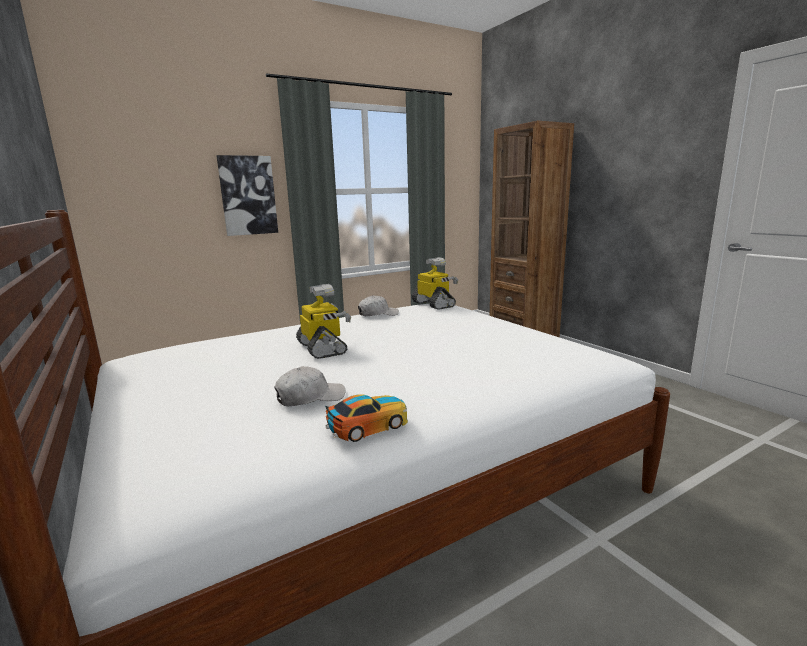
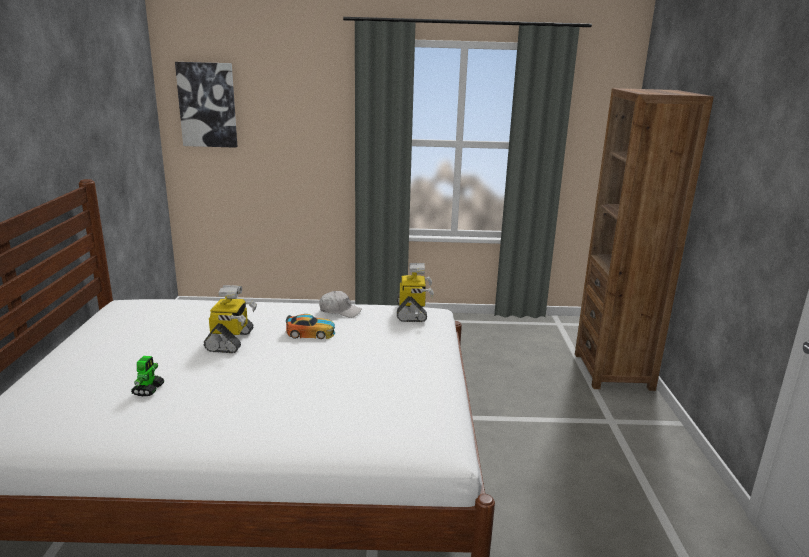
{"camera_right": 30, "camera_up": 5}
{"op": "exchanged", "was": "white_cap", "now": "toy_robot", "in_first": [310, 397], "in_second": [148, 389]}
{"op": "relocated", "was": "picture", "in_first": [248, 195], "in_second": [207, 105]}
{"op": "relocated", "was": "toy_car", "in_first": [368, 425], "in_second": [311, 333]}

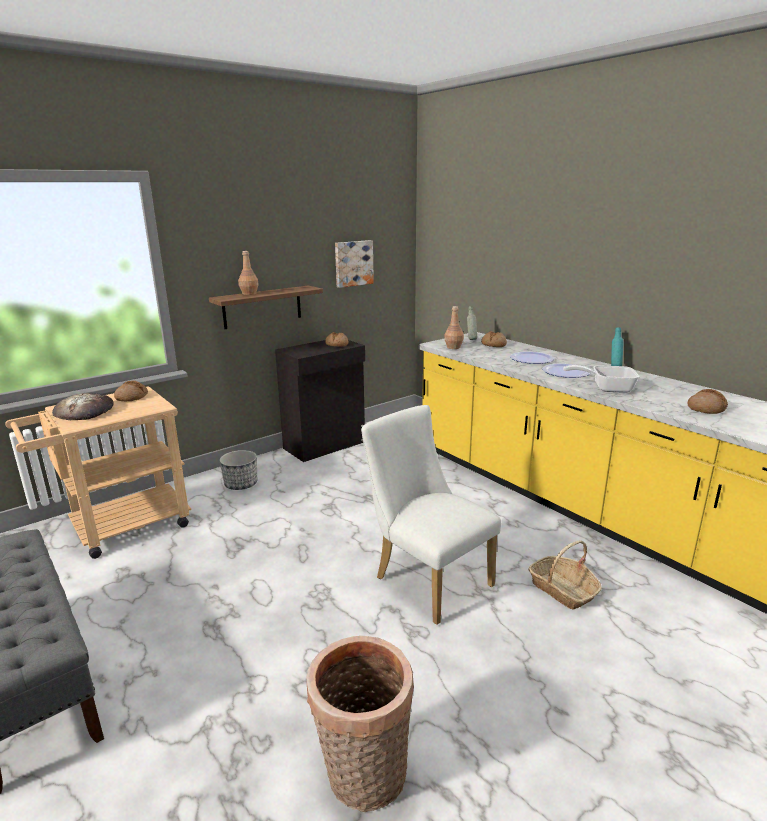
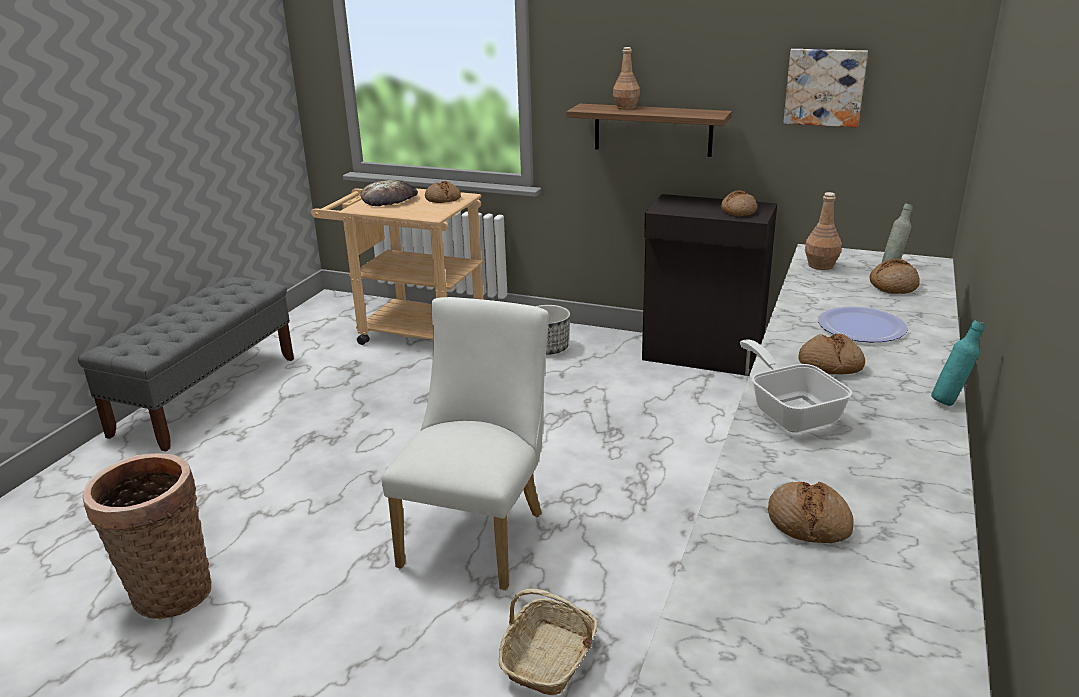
{"camera_right": 60, "camera_up": 5}
{"op": "exchanged", "was": "plate", "now": "bread", "in_first": [566, 372], "in_second": [830, 365]}

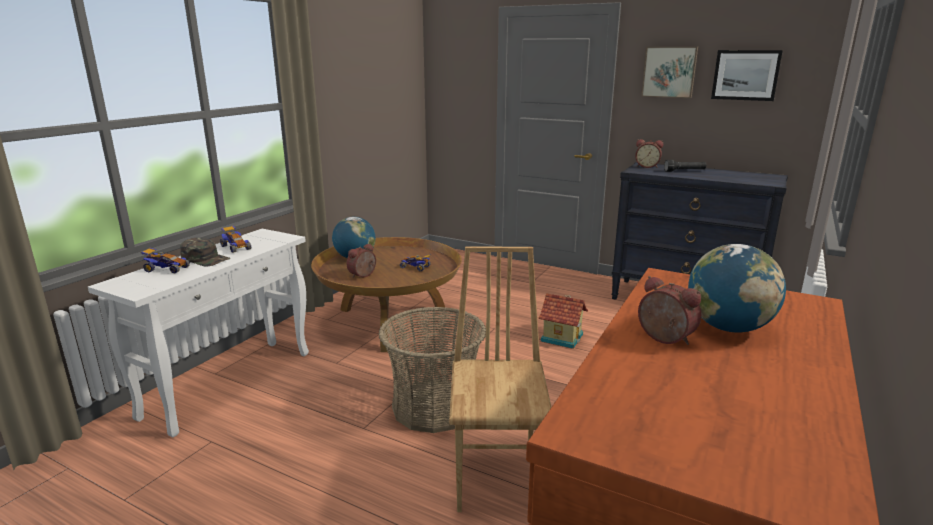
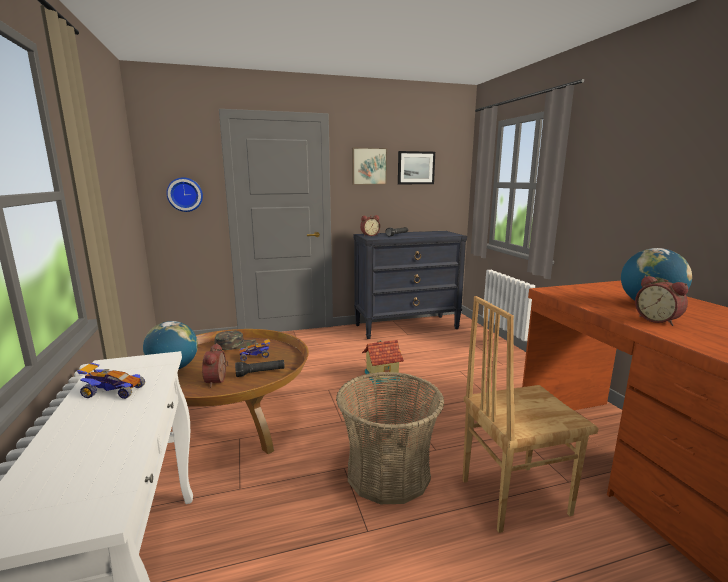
{"camera_right": -45, "camera_up": -5}
{"op": "appeared", "now": "wall_clock", "in_second": [185, 194]}
{"op": "relocated", "was": "green_cap", "in_first": [205, 259], "in_second": [235, 345]}
{"op": "appeared", "now": "black_flashlight", "in_second": [260, 373]}
{"op": "spun", "was": "brown_chair", "in_first": [498, 478], "in_second": [512, 496], "clockwise": -60}
{"op": "spun", "was": "alarm_clock", "in_first": [664, 339], "in_second": [658, 320], "clockwise": -120}
{"op": "missing", "was": "toy_car", "in_first": [166, 269]}

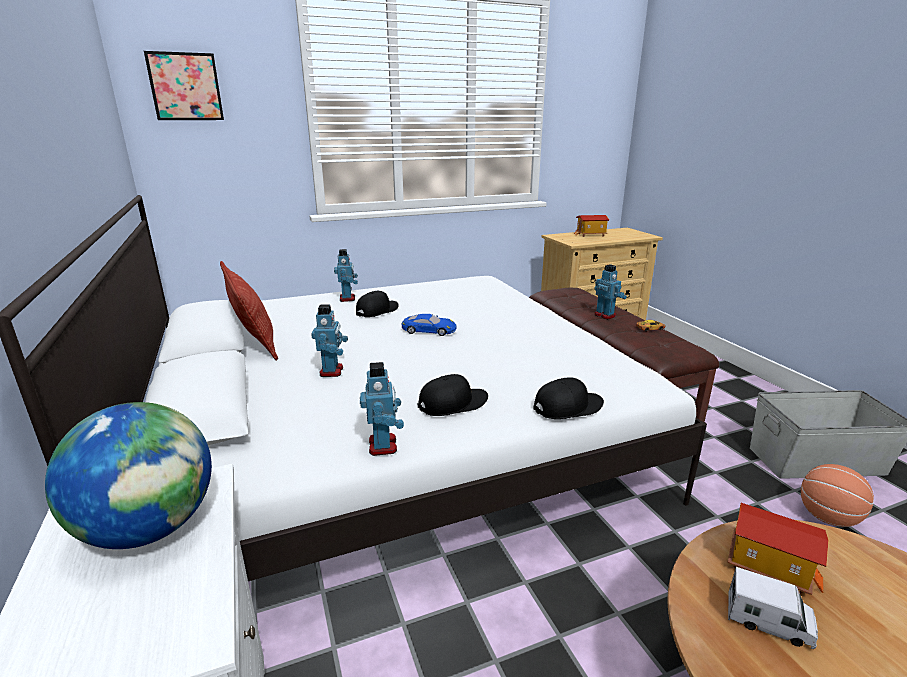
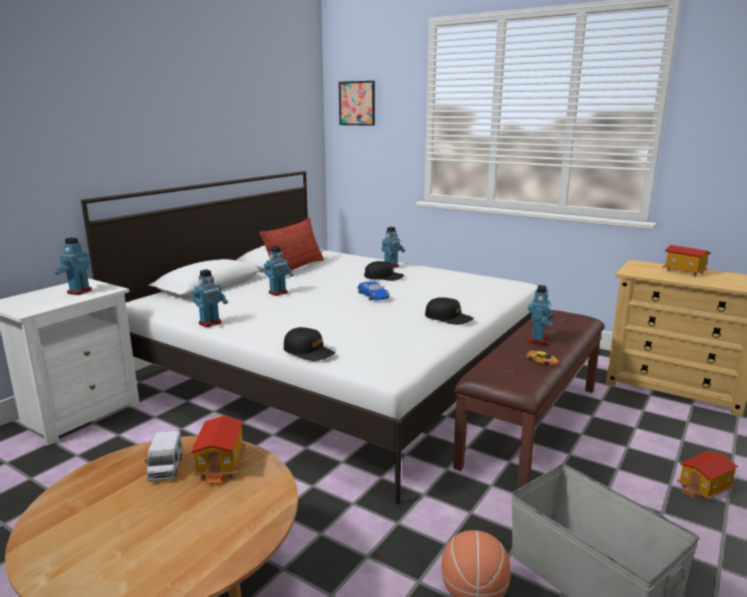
{"camera_right": 55, "camera_up": -5}
{"op": "exchanged", "was": "globe", "now": "toy_robot", "in_first": [150, 528], "in_second": [79, 291]}
{"op": "relocated", "was": "black_cap", "in_first": [453, 404], "in_second": [448, 318]}
{"op": "appeared", "now": "toy_house", "in_second": [704, 488]}

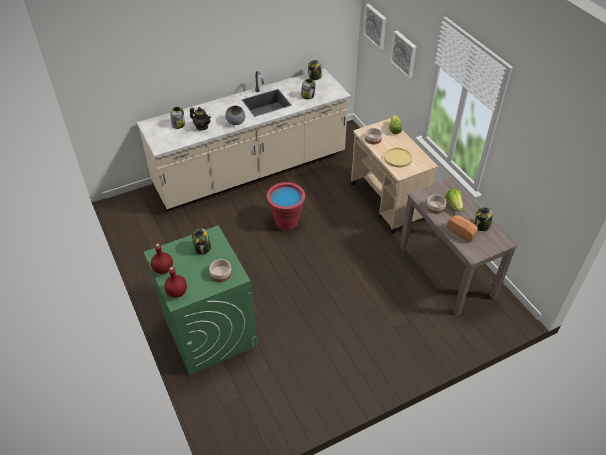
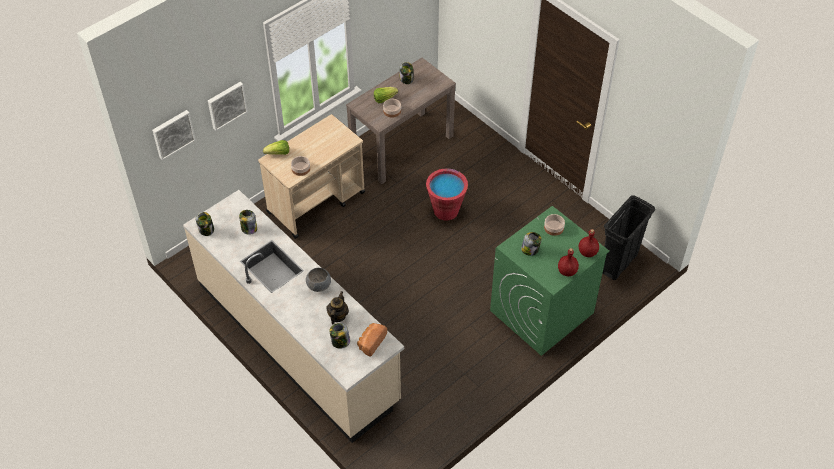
{"camera_right": -105, "camera_up": 5}
{"op": "relocated", "was": "bread", "in_first": [462, 232], "in_second": [371, 342]}
{"op": "relocated", "was": "red_bucket", "in_first": [286, 222], "in_second": [446, 210]}
{"op": "appeared", "now": "black_trash_can", "in_second": [618, 264]}
{"op": "missing", "was": "yellow_plate", "in_first": [398, 158]}

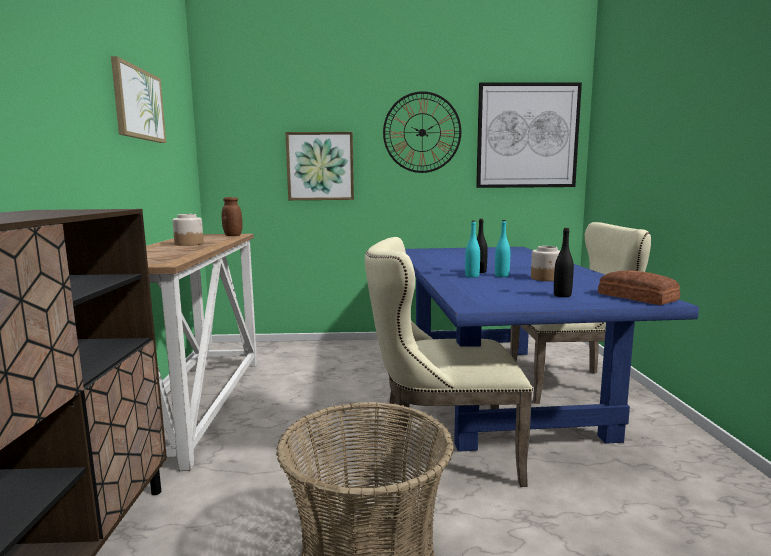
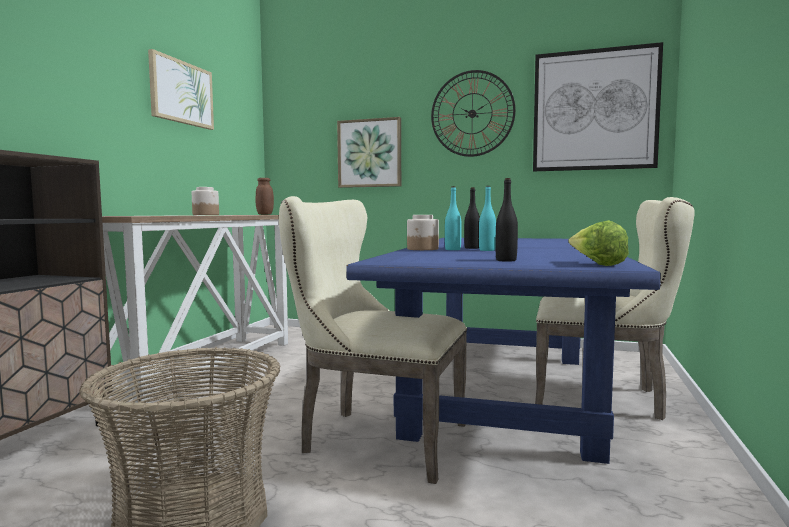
{"camera_right": 20, "camera_up": -5}
{"op": "relocated", "was": "jar", "in_first": [546, 278], "in_second": [422, 249]}
{"op": "exchanged", "was": "bread", "now": "lettuce", "in_first": [637, 297], "in_second": [596, 264]}

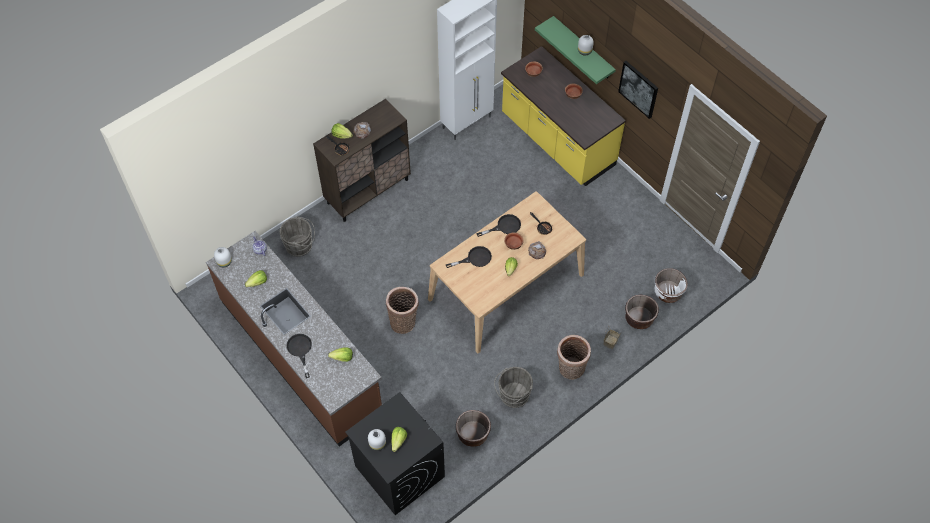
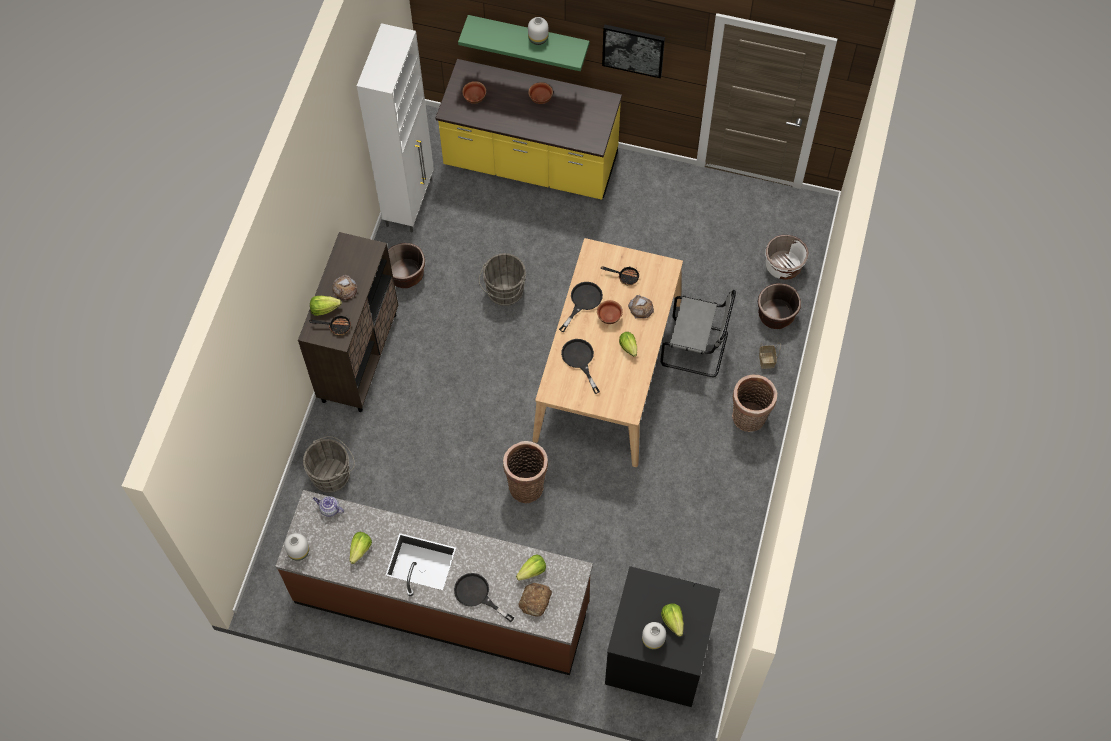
{"camera_right": -35, "camera_up": 5}
{"op": "relocated", "was": "brown_planter", "in_first": [473, 434], "in_second": [406, 274]}
{"op": "relocated", "was": "grey_bucket", "in_first": [512, 396], "in_second": [504, 292]}
{"op": "appeared", "now": "bread", "in_second": [535, 601]}
{"op": "spun", "was": "black_frying_pan", "in_first": [475, 258], "in_second": [580, 360], "clockwise": -60}
{"op": "appeared", "now": "grey_chair", "in_second": [697, 348]}

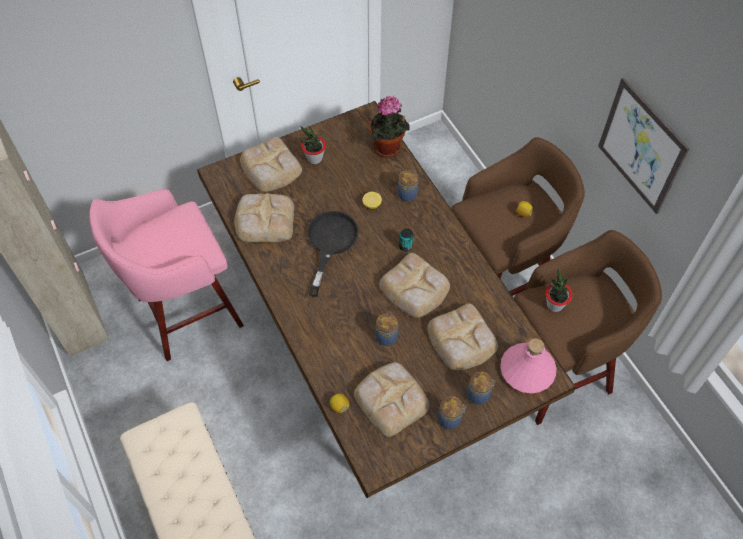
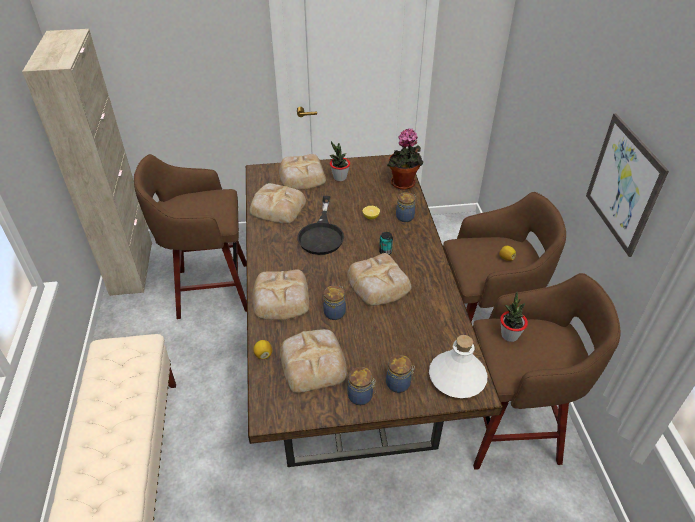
{"camera_right": 20, "camera_up": -15}
{"op": "colour", "was": "pink_stool", "now": "brown_stool", "in_first": [186, 313], "in_second": [210, 290]}
{"op": "relocated", "was": "bread", "in_first": [461, 340], "in_second": [280, 299]}
{"op": "spun", "was": "black_frying_pan", "in_first": [330, 243], "in_second": [322, 234], "clockwise": 150}
{"op": "colour", "was": "pink_bottle", "now": "white_bottle", "in_first": [527, 370], "in_second": [457, 377]}

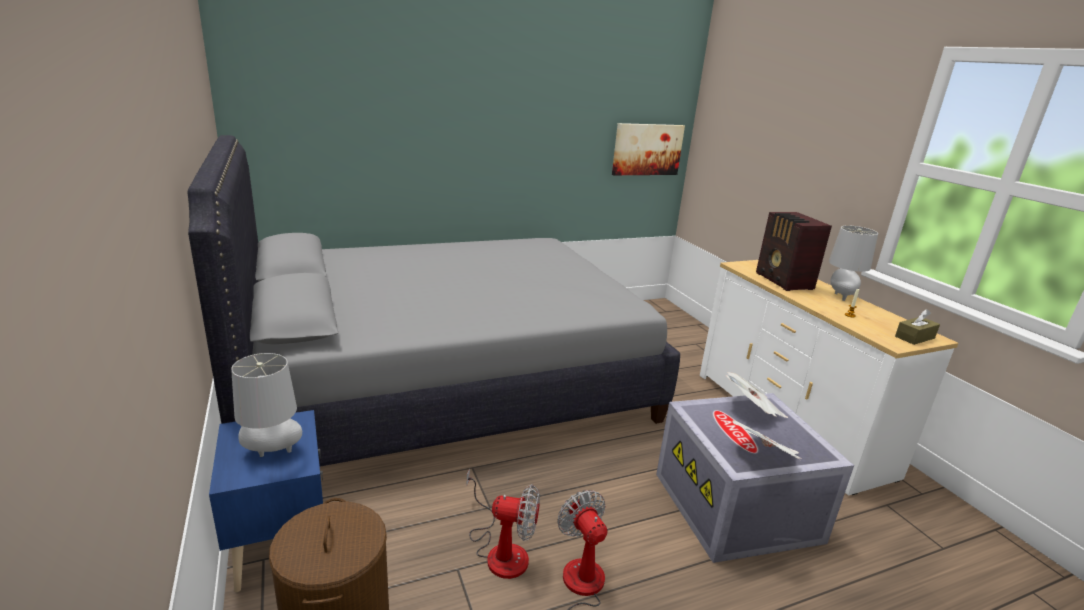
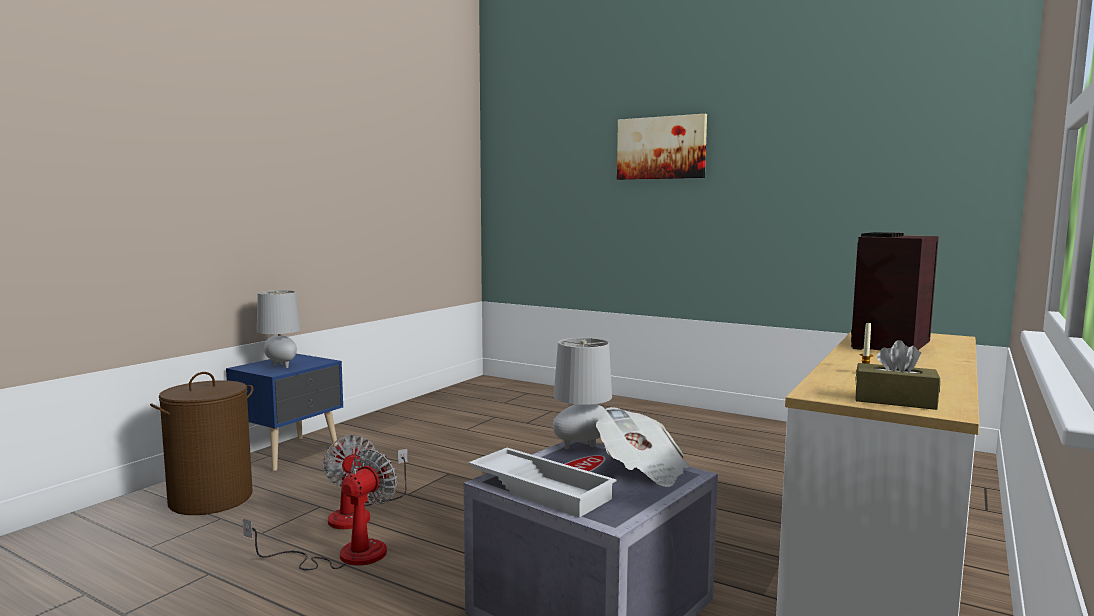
{"camera_right": 55, "camera_up": -15}
{"op": "exchanged", "was": "newspaper", "now": "white_tray", "in_first": [765, 456], "in_second": [542, 489]}
{"op": "relocated", "was": "grey_table_lamp", "in_first": [840, 296], "in_second": [582, 446]}
{"op": "relocated", "was": "picture", "in_first": [647, 149], "in_second": [661, 148]}
{"op": "missing", "was": "grey_bed", "in_first": [445, 383]}

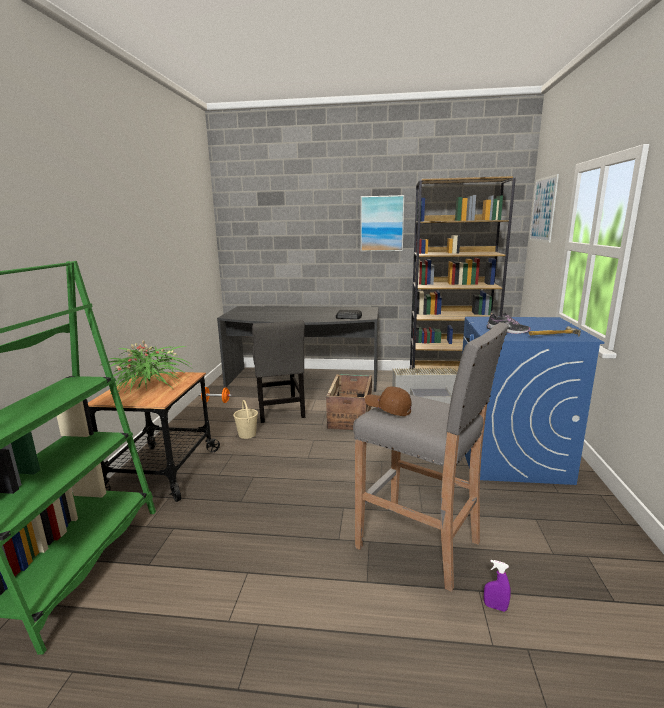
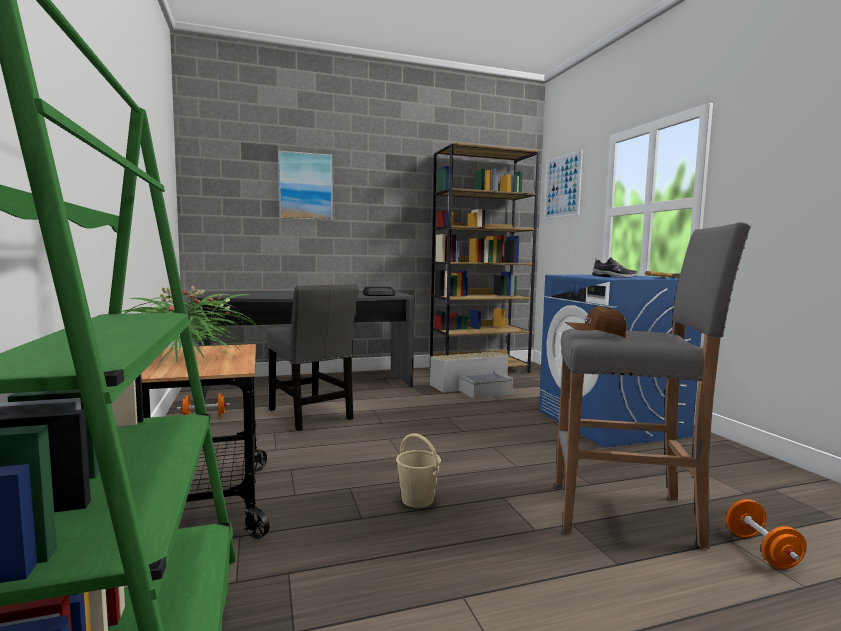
{"camera_right": -25, "camera_up": -10}
{"op": "relocated", "was": "picture", "in_first": [382, 223], "in_second": [305, 186]}
{"op": "relocated", "was": "beige_bucket", "in_first": [247, 435], "in_second": [418, 500]}
{"op": "exchanged", "was": "purple_spray_bottle", "now": "orange_dumbbell", "in_first": [495, 607], "in_second": [762, 551]}
{"op": "missing", "was": "crate", "in_first": [351, 416]}

